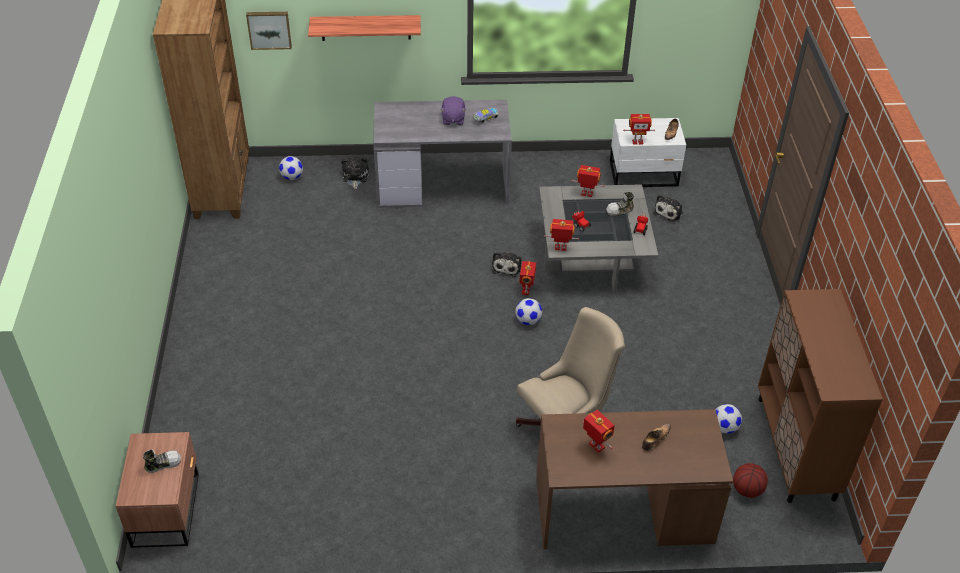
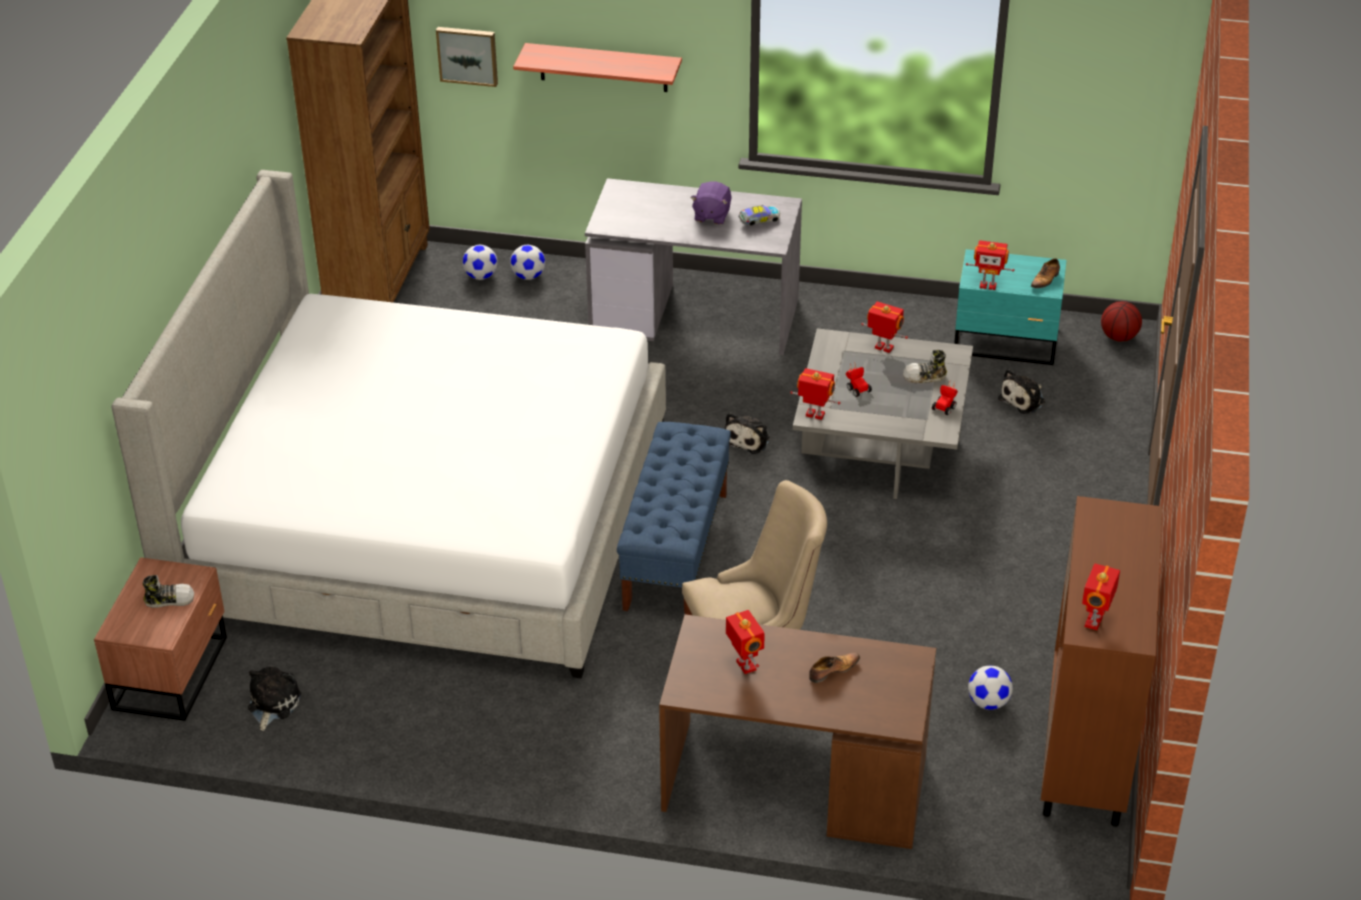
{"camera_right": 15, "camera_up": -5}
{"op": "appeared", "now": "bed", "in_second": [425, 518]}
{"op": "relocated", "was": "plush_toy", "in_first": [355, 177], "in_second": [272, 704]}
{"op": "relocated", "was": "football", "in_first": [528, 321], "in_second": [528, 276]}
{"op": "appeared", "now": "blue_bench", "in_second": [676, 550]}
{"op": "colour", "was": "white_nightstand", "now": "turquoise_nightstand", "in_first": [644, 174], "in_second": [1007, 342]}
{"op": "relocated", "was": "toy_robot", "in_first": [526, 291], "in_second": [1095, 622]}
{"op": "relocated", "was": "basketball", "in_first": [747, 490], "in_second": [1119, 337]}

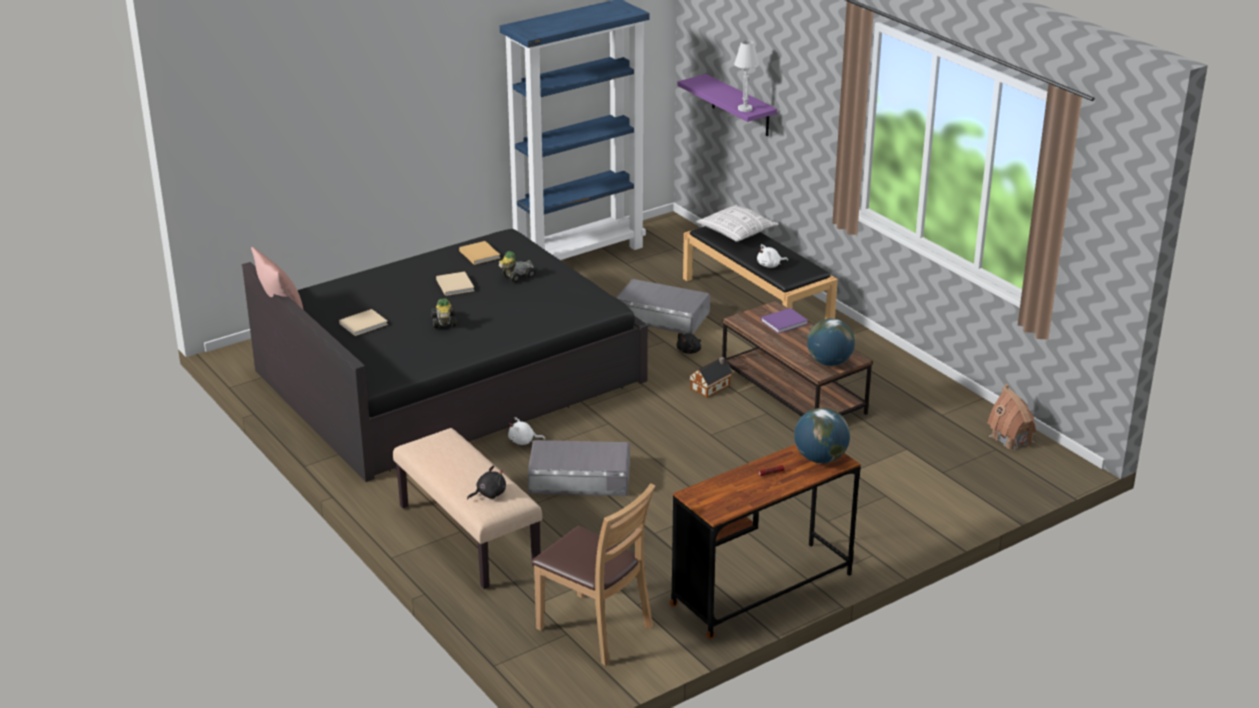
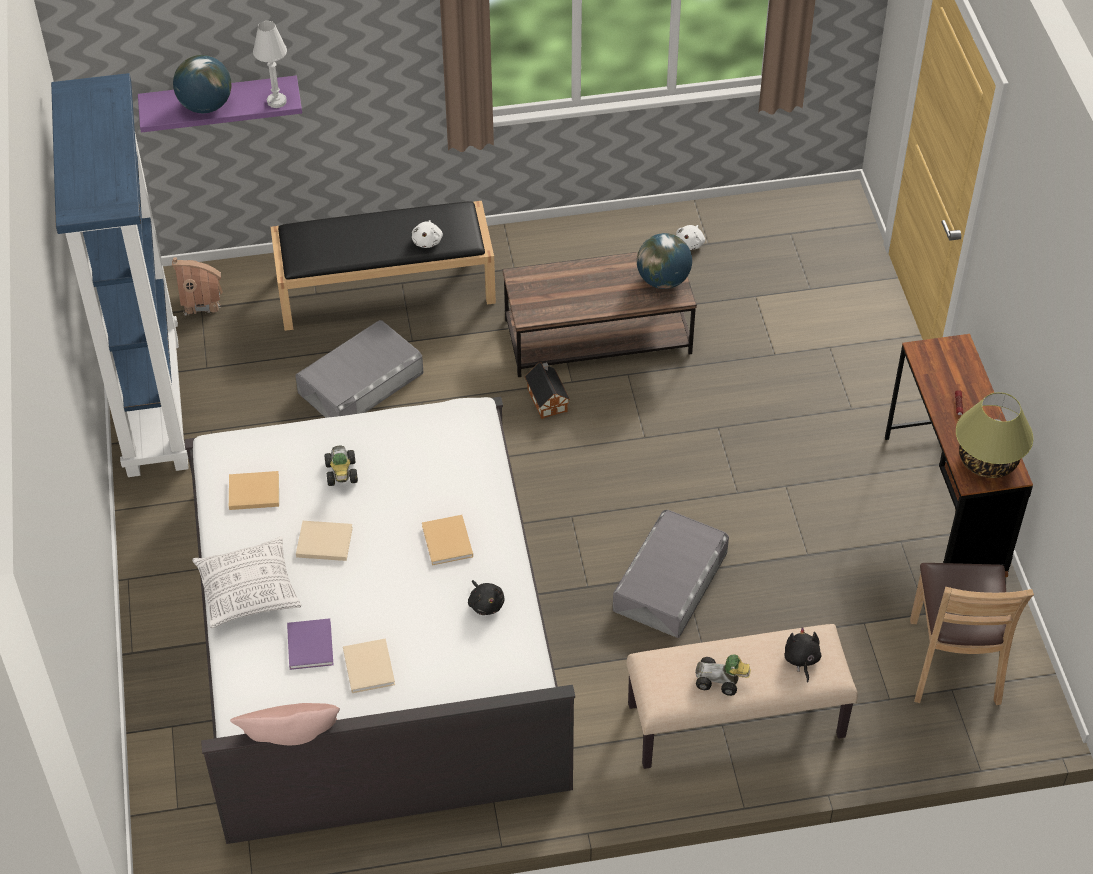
{"camera_right": -65, "camera_up": 20}
{"op": "relocated", "was": "toy_house", "in_first": [1011, 439], "in_second": [202, 301]}
{"op": "relocated", "was": "globe", "in_first": [820, 459], "in_second": [206, 106]}
{"op": "colour", "was": "black_bed", "now": "white_bed", "in_first": [449, 376], "in_second": [373, 634]}
{"op": "relocated", "was": "pillow", "in_first": [736, 232], "in_second": [248, 592]}
{"op": "relocated", "was": "purple_book", "in_first": [785, 322], "in_second": [310, 644]}
{"op": "appeared", "now": "beige_book", "in_second": [447, 543]}
{"op": "relocated", "was": "black_plush_toy", "in_first": [689, 351], "in_second": [486, 604]}
{"op": "relocated", "was": "white_plush_toy", "in_first": [523, 441], "in_second": [690, 243]}
{"op": "relocated", "was": "toy_car", "in_first": [443, 323], "in_second": [720, 682]}
{"op": "spun", "was": "brown_chair", "in_first": [595, 629], "in_second": [953, 663], "clockwise": 120}
{"op": "appeared", "now": "table_lamp", "in_second": [988, 460]}

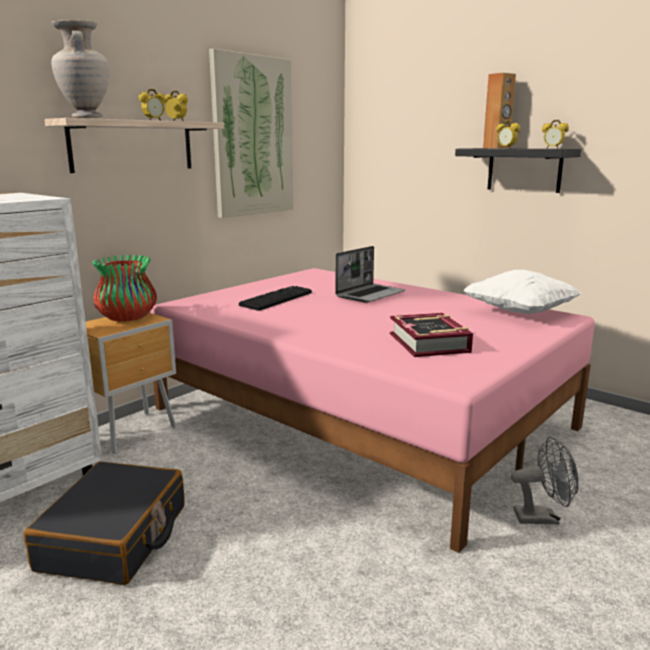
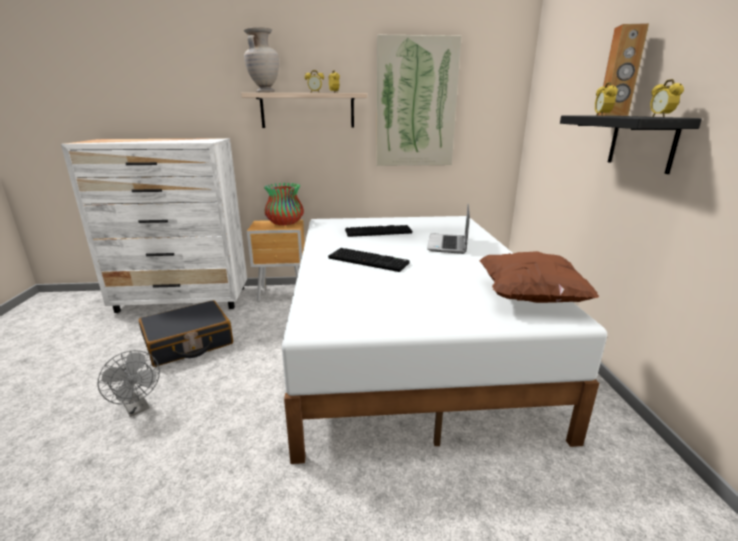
{"camera_right": 45, "camera_up": 5}
{"op": "relocated", "was": "grey_fan", "in_first": [542, 517], "in_second": [138, 408]}
{"op": "colour", "was": "pink_bed", "now": "white_bed", "in_first": [362, 417], "in_second": [407, 341]}
{"op": "appeared", "now": "keyboard", "in_second": [369, 260]}
{"op": "spun", "was": "laptop", "in_first": [370, 294], "in_second": [448, 245], "clockwise": 105}
{"op": "colour", "was": "white_pillow", "now": "brown_pillow", "in_first": [519, 312], "in_second": [530, 297]}
{"op": "missing", "was": "book", "in_first": [429, 343]}

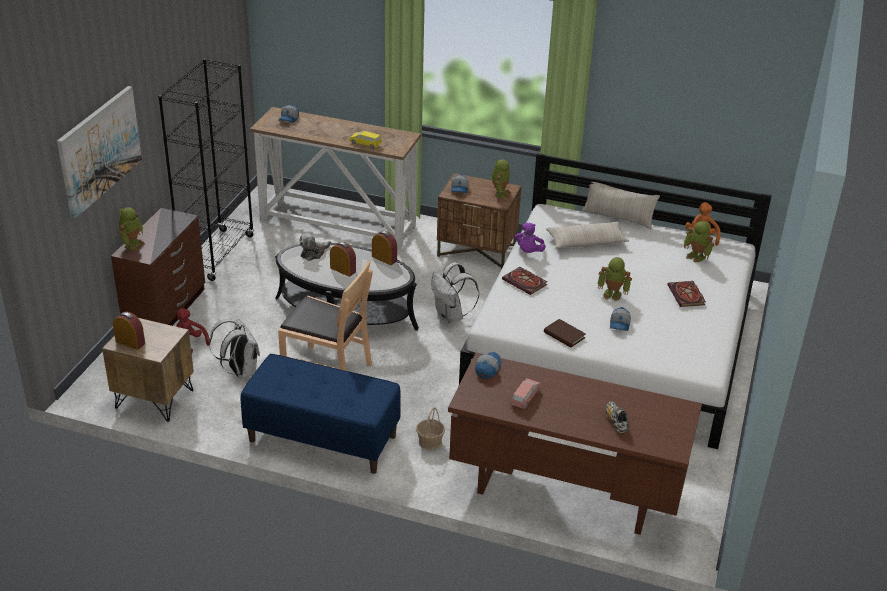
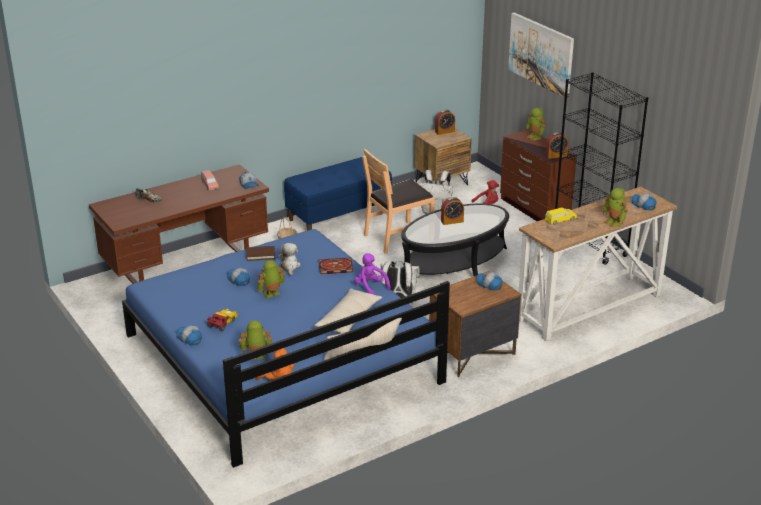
{"camera_right": 130, "camera_up": -5}
{"op": "colour", "was": "white_bed", "now": "blue_bed", "in_first": [614, 337], "in_second": [281, 358]}
{"op": "appeared", "now": "cap", "in_second": [189, 338]}
{"op": "exchanged", "was": "book", "now": "toy_car", "in_first": [687, 296], "in_second": [222, 323]}
{"op": "relocated", "was": "plush_toy", "in_first": [314, 253], "in_second": [289, 267]}
{"op": "relocated", "was": "alarm_clock", "in_first": [384, 258], "in_second": [556, 155]}
{"op": "relocated", "was": "toy_robot", "in_first": [500, 193], "in_second": [614, 222]}

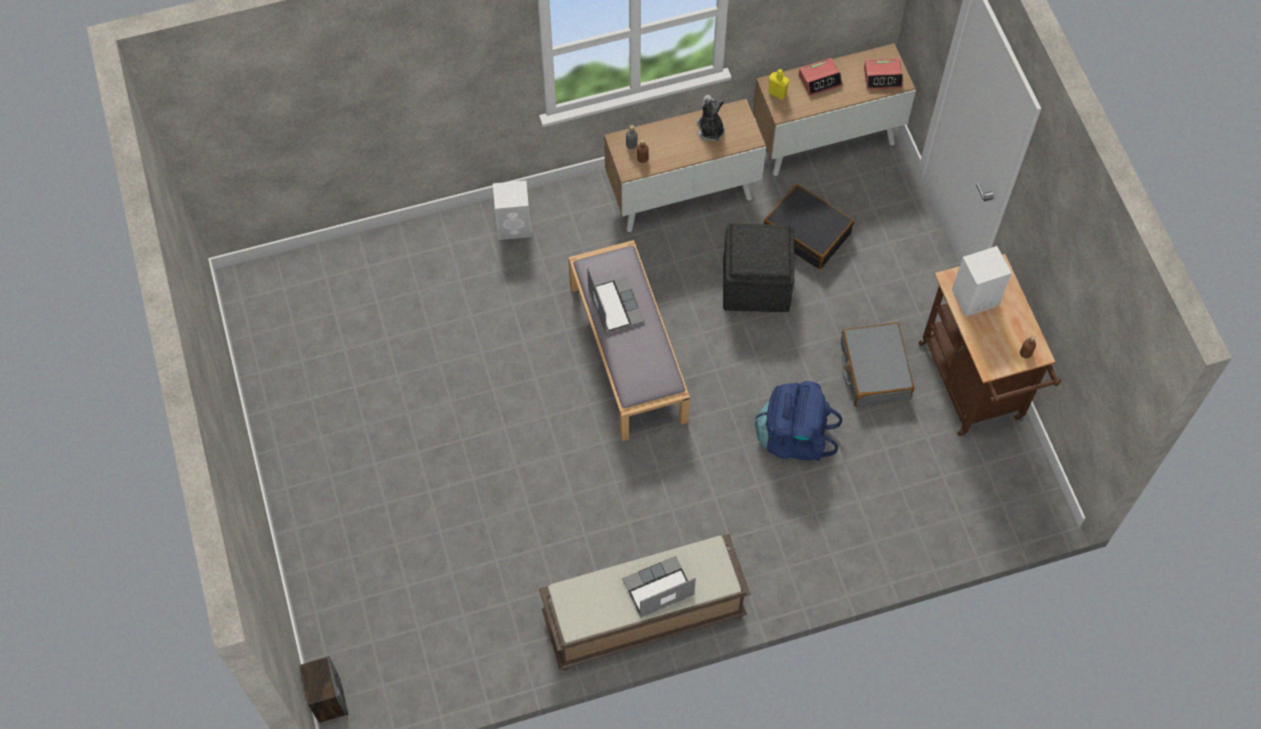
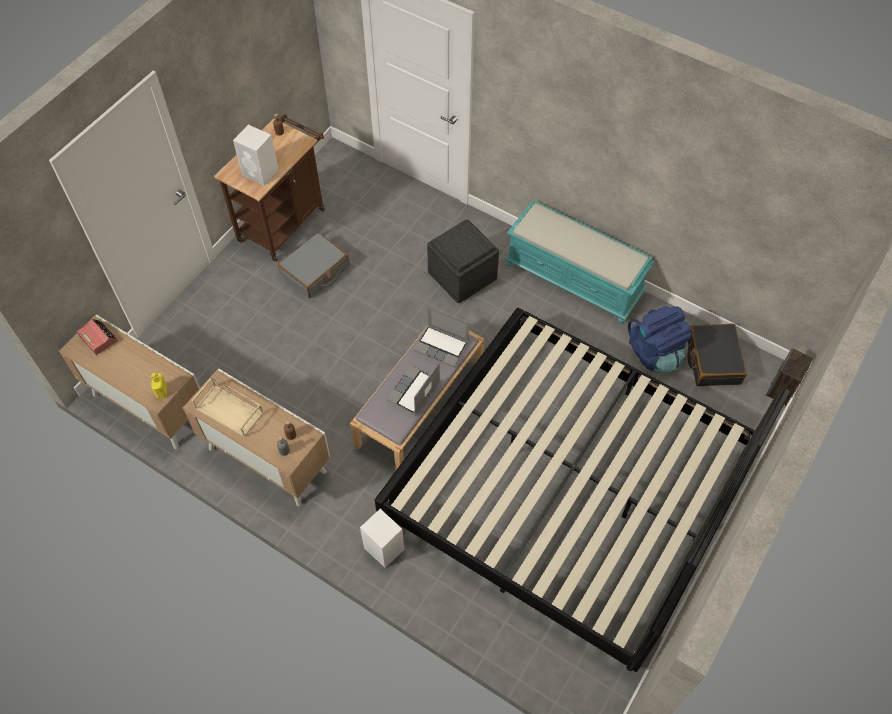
{"camera_right": -130, "camera_up": -5}
{"op": "exchanged", "was": "plush_toy", "now": "beige_tray", "in_first": [710, 130], "in_second": [230, 410]}
{"op": "appeared", "now": "bed", "in_second": [568, 488]}
{"op": "relocated", "was": "laptop", "in_first": [657, 589], "in_second": [442, 346]}
{"op": "relocated", "was": "grey_ottoman", "in_first": [756, 282], "in_second": [461, 275]}
{"op": "colour", "was": "brown_bench", "now": "turquoise_bench", "in_first": [643, 618], "in_second": [575, 279]}
{"op": "relocated", "was": "blue_backpack", "in_first": [793, 437], "in_second": [655, 353]}
{"op": "relocated", "was": "black_suitcase", "in_first": [807, 233], "in_second": [712, 360]}
{"op": "missing", "was": "alarm_clock", "in_first": [820, 80]}

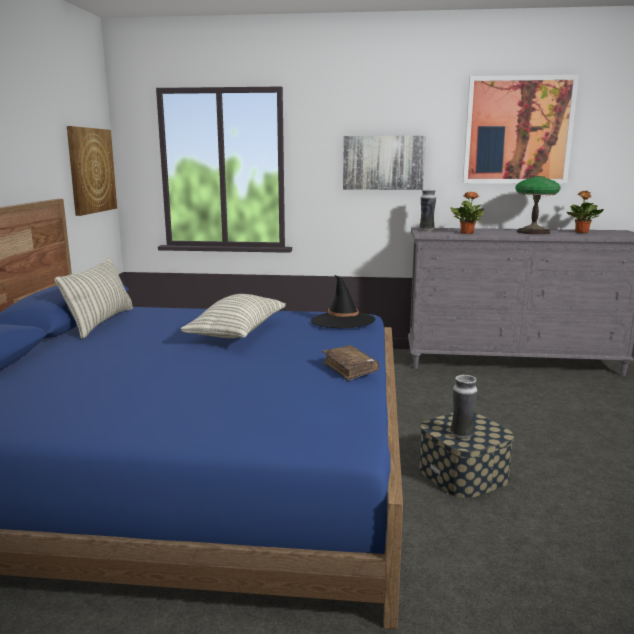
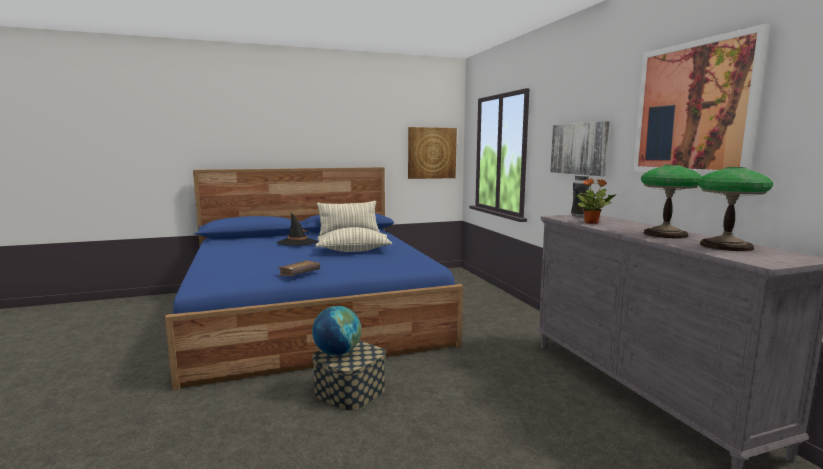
{"camera_right": 65, "camera_up": -5}
{"op": "relocated", "was": "black_hat", "in_first": [342, 321], "in_second": [297, 243]}
{"op": "exchanged", "was": "vase", "now": "globe", "in_first": [461, 435], "in_second": [337, 352]}
{"op": "exchanged", "was": "potted_plant", "now": "table_lamp", "in_first": [581, 232], "in_second": [725, 246]}

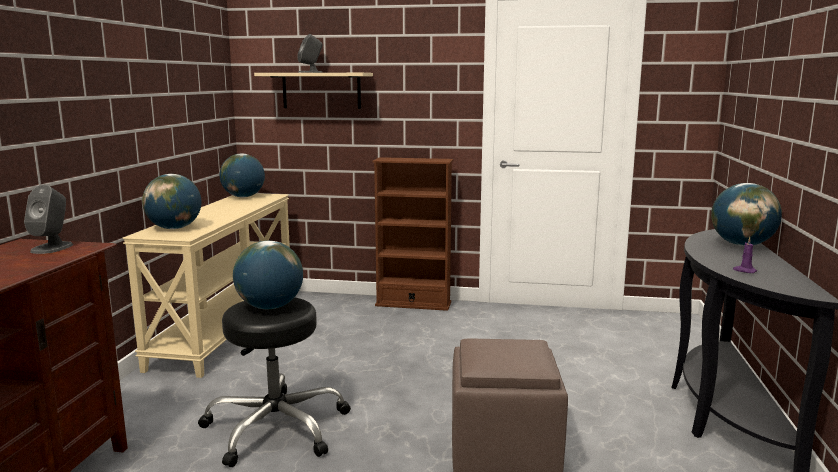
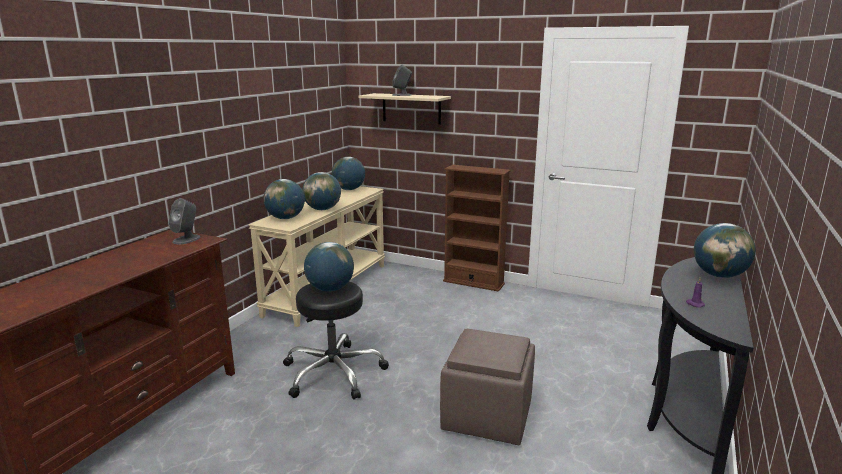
{"camera_right": 15, "camera_up": 5}
{"op": "appeared", "now": "globe", "in_second": [322, 209]}

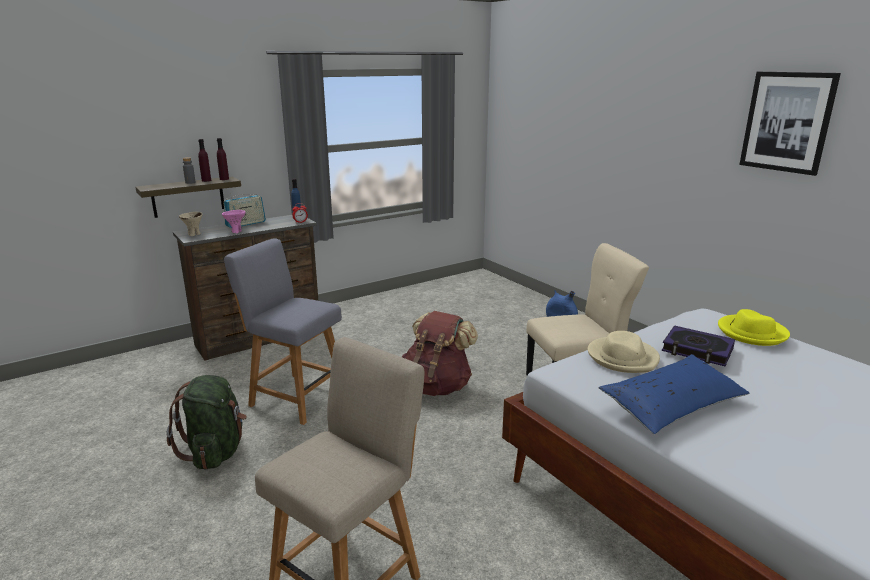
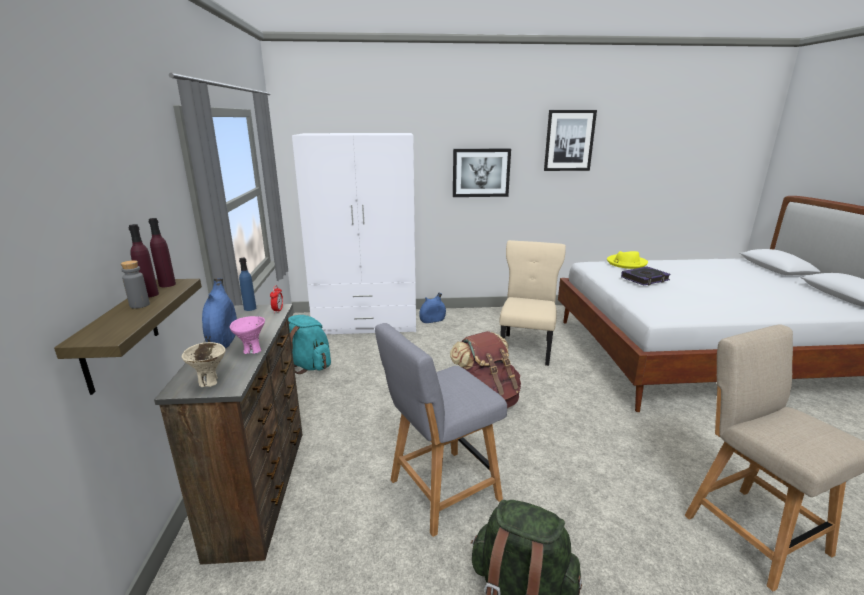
{"camera_right": -60, "camera_up": 0}
{"op": "exchanged", "was": "radio", "now": "blue_vase", "in_first": [246, 224], "in_second": [223, 340]}
{"op": "appeared", "now": "turquoise_backpack", "in_second": [308, 365]}
{"op": "appeared", "now": "white_wardrobe", "in_second": [366, 322]}
{"op": "appeared", "now": "picture", "in_second": [481, 173]}
{"op": "missing", "was": "beige_hat", "in_first": [623, 357]}
{"op": "missing", "was": "blue_pillow", "in_first": [672, 405]}

